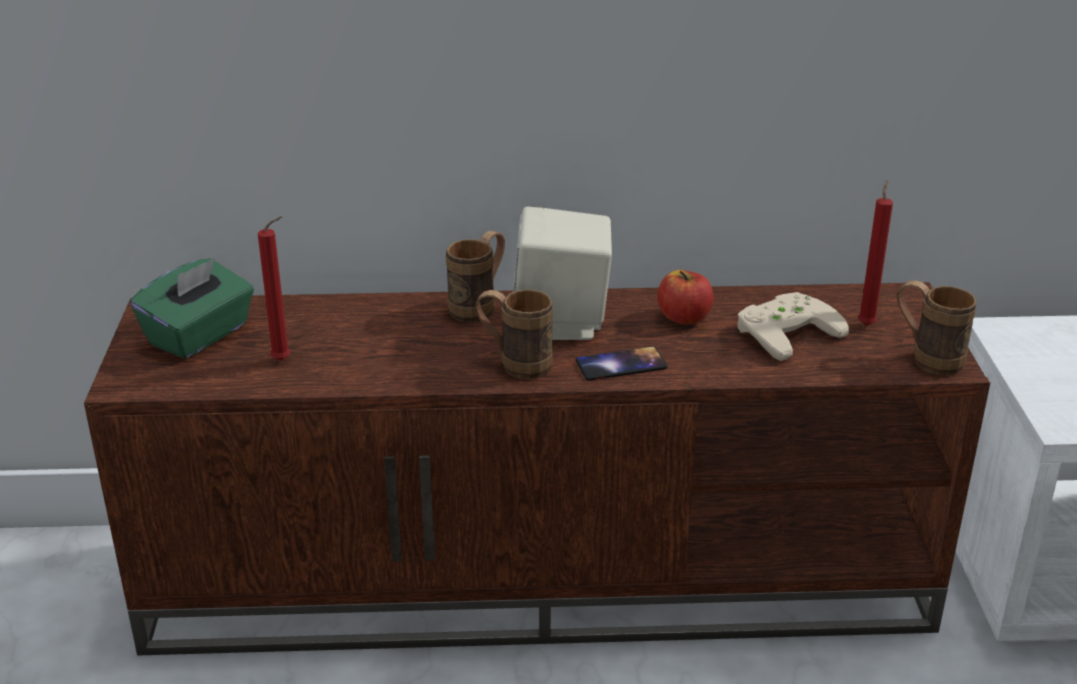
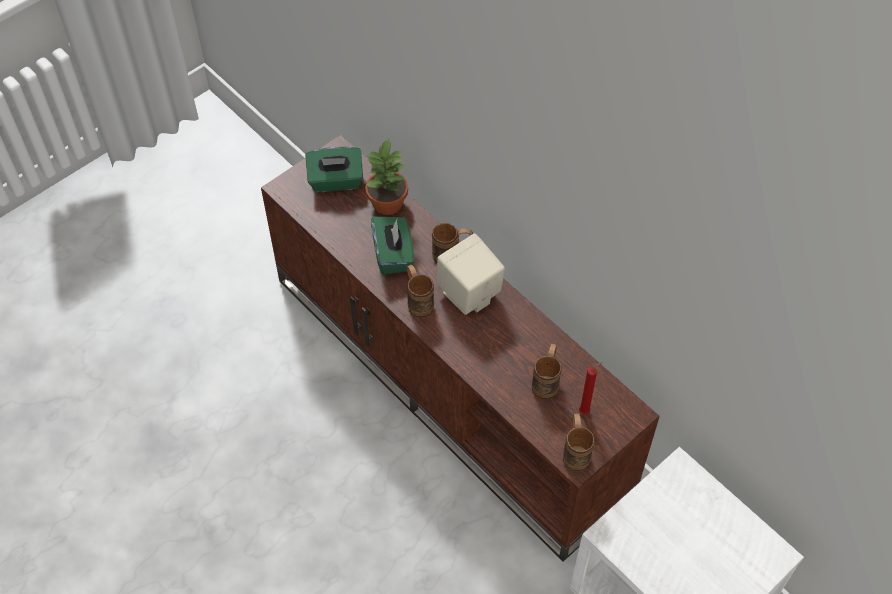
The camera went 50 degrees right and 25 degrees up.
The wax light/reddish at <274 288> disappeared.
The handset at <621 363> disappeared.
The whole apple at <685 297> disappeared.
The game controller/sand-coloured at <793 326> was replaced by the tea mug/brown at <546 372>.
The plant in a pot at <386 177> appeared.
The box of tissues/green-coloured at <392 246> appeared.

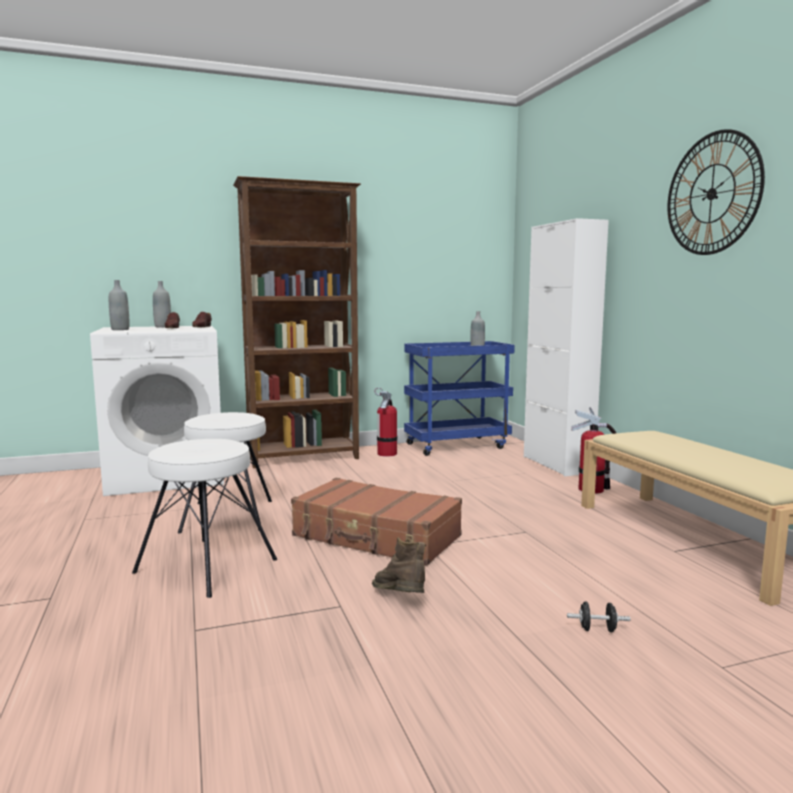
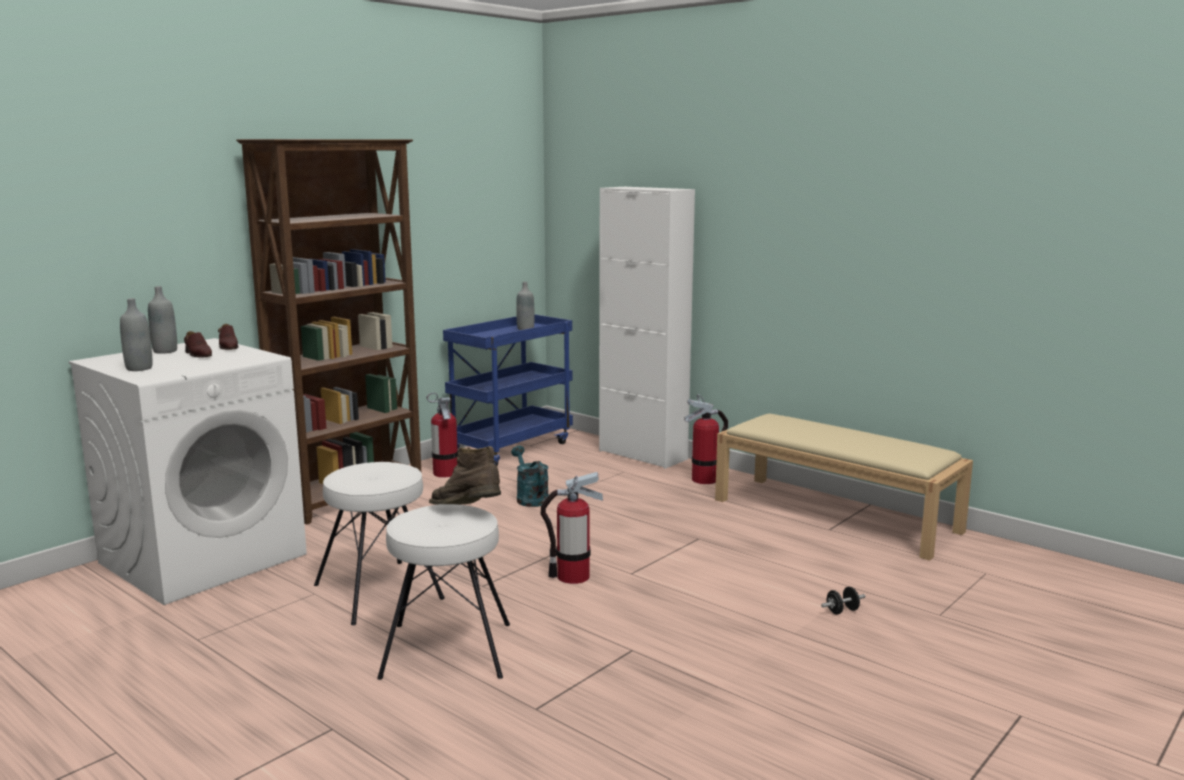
The camera went 30 degrees left and 5 degrees up.
The travel case/brown at <376 522> was replaced by the extinguisher at <572 528>.
The high-top boot/brown moved from <399 565> to <465 475>.
The clock on the wall at <716 192> disappeared.
The watering can/blue-green at <530 476> appeared.

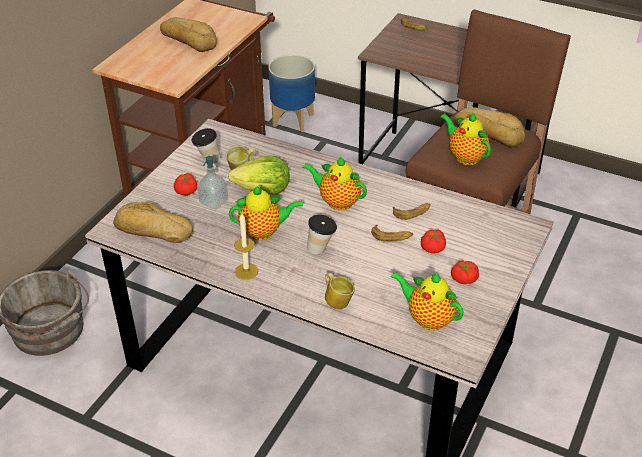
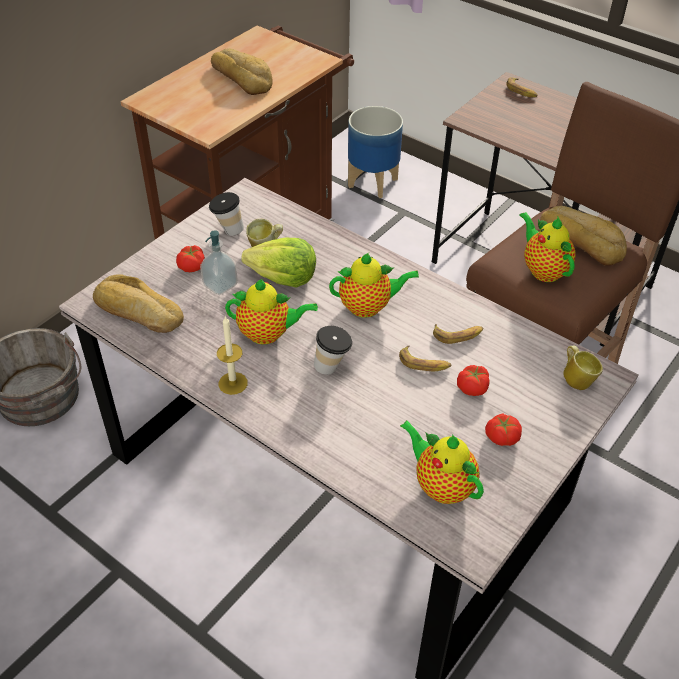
The camera went 10 degrees right and 5 degrees up.
The teapot at <334 184> turned 135 degrees clockwise.
The tea mug moved from <340 291> to <583 368>.

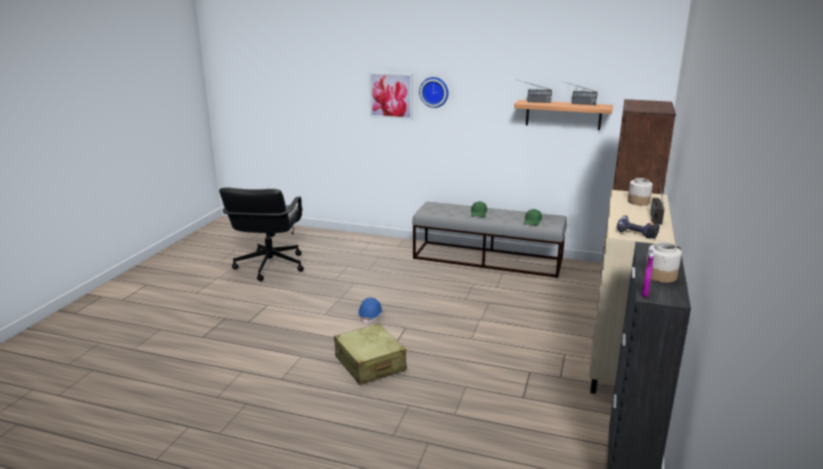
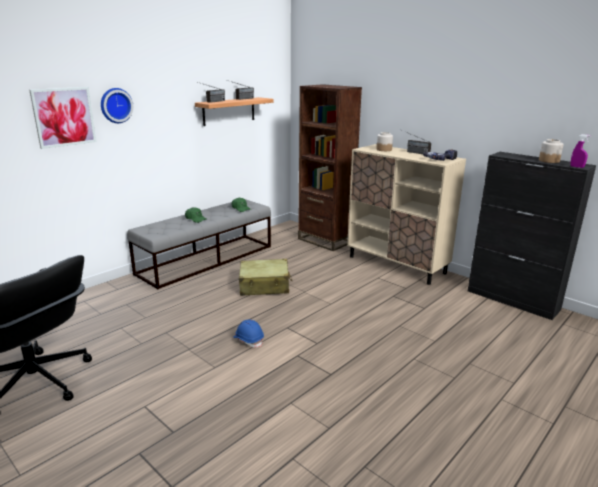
The camera went 65 degrees left and 0 degrees up.
The travel case/sand-coloured moved from <370 354> to <265 277>.

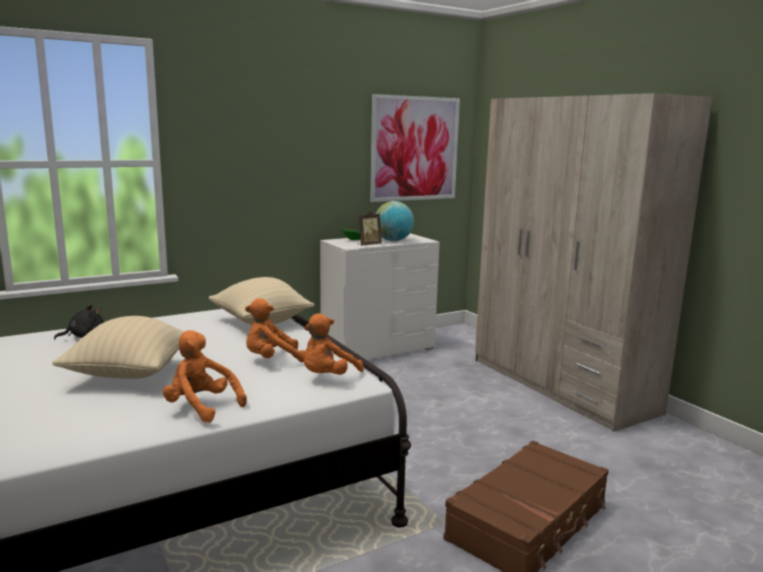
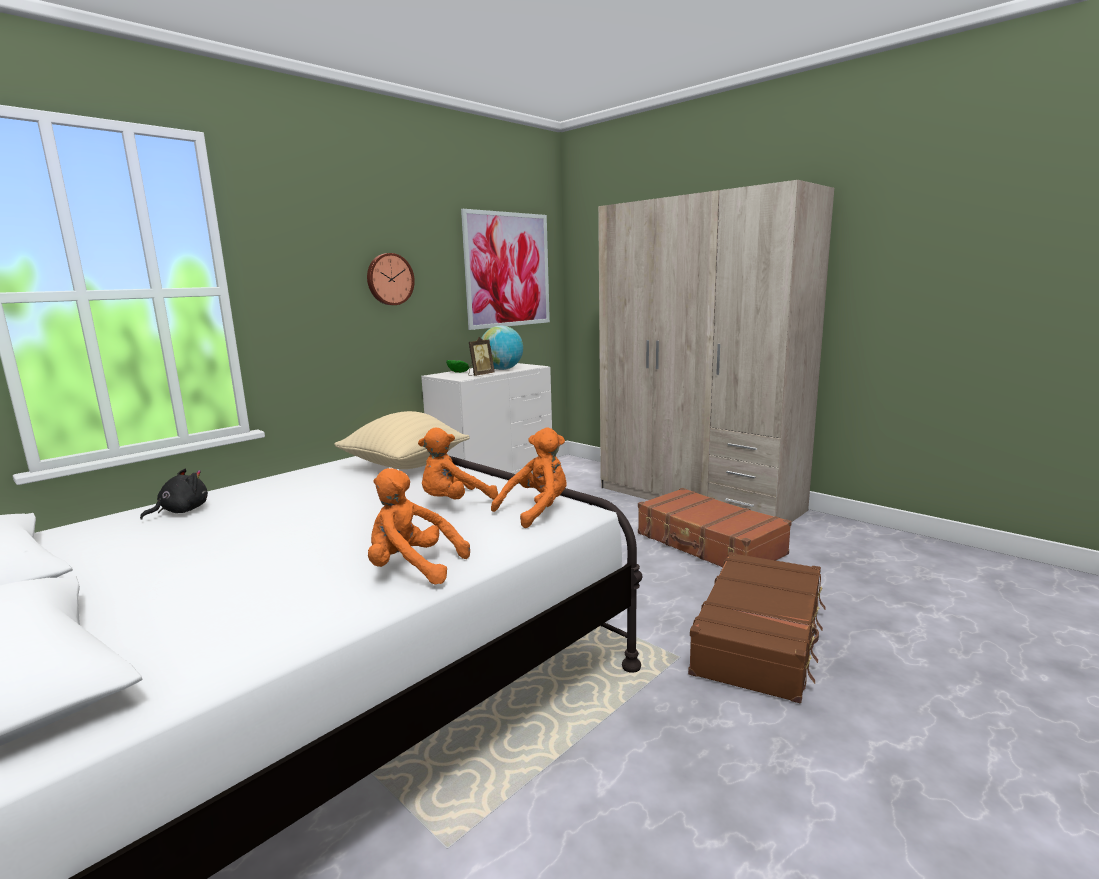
The camera went 15 degrees left and 0 degrees up.
The throw pillow/sand-coloured at <118 347> disappeared.
The plush toy/orangey at <334 344> turned 150 degrees counterclockwise.
The clock on the wall at <391 279> appeared.
The travel case/brown at <715 527> appeared.

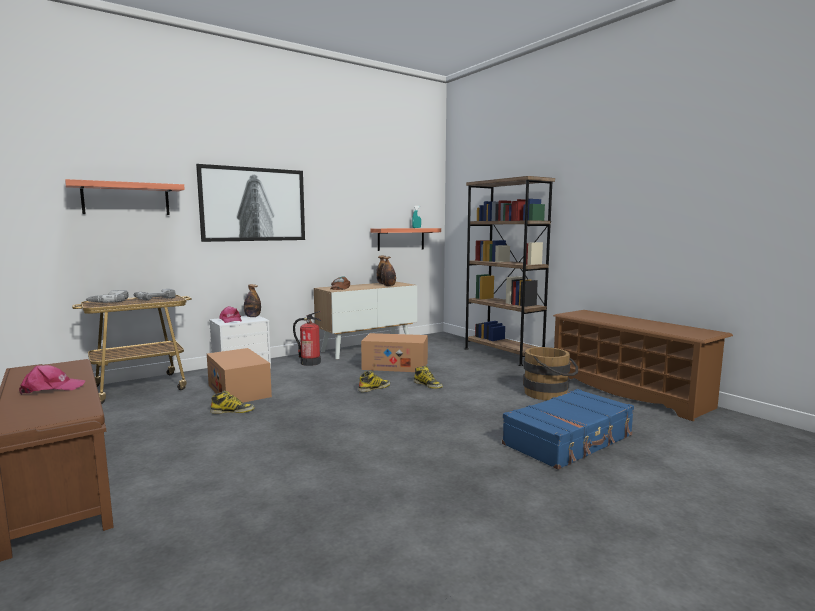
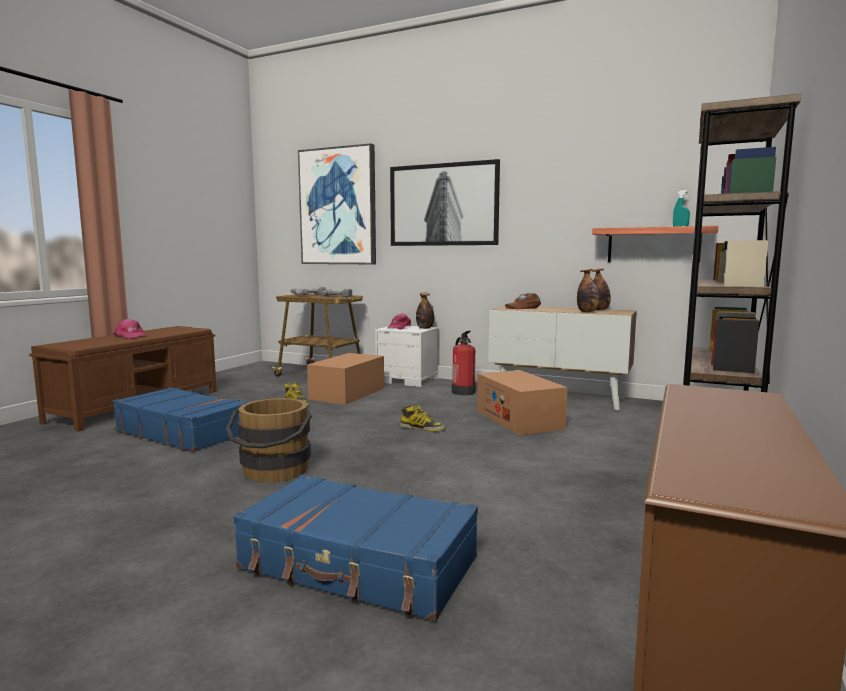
The camera went 60 degrees right and 0 degrees up.
The wall shelf at <125 197> was replaced by the wall picture at <337 203>.
The high-top boot at <428 377> disappeared.
The water bucket/brown moved from <550 373> to <269 440>.
The travel case/blue-coloured at <180 419> appeared.

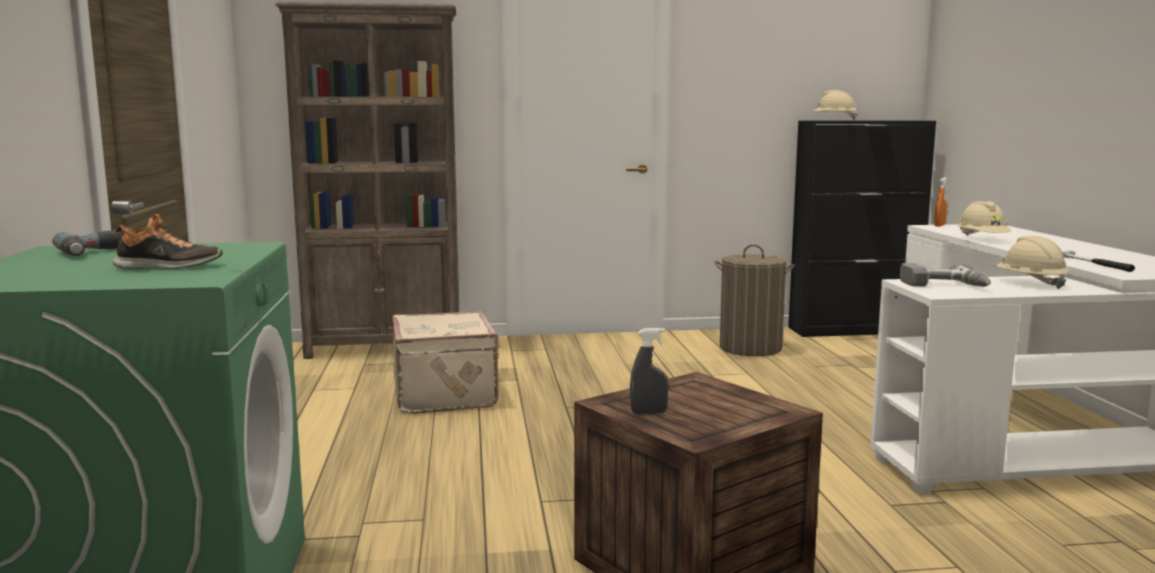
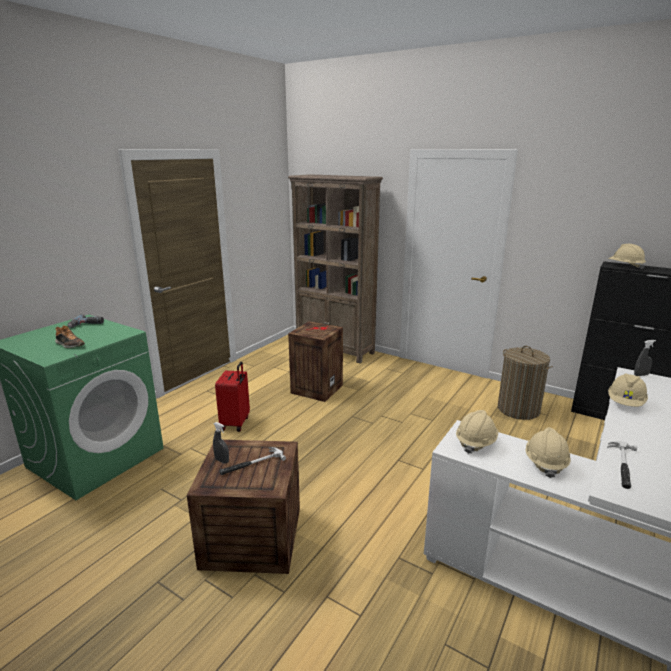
The camera went 40 degrees right and 10 degrees up.
The travel case/sand-coloured at <446 362> was replaced by the crate at <315 361>.
The power drill at <945 275> was replaced by the hard hat/sand-coloured at <477 432>.
The hand sprayer/orangey at <940 202> became the hand sprayer/greyish at <645 358>.
The travel case/reddish at <232 397> appeared.
The hand hammer at <252 461> appeared.

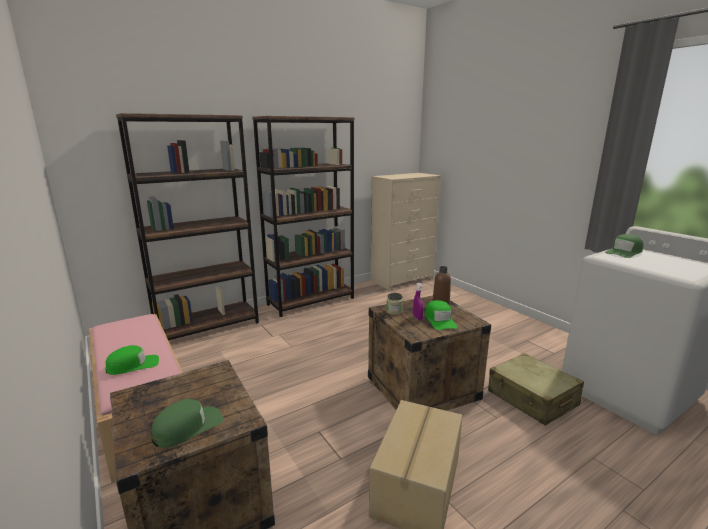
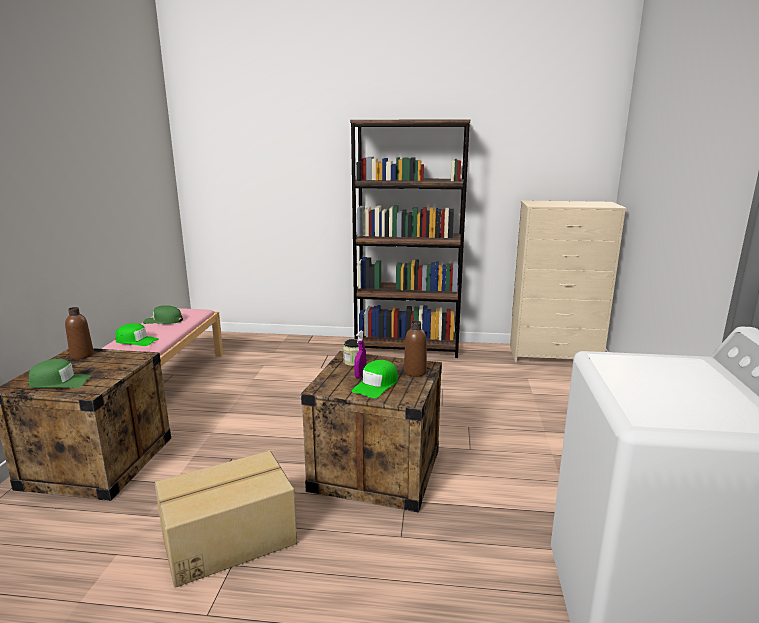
The camera went 40 degrees right and 0 degrees up.
The shelving unit/brown at <187 226> disappeared.
The travel case/sand-coloured at <536 389> disappeared.
The baseball cap/green-coloured moved from <624 246> to <163 314>.
The beverage bottle/brown at <79 333> appeared.

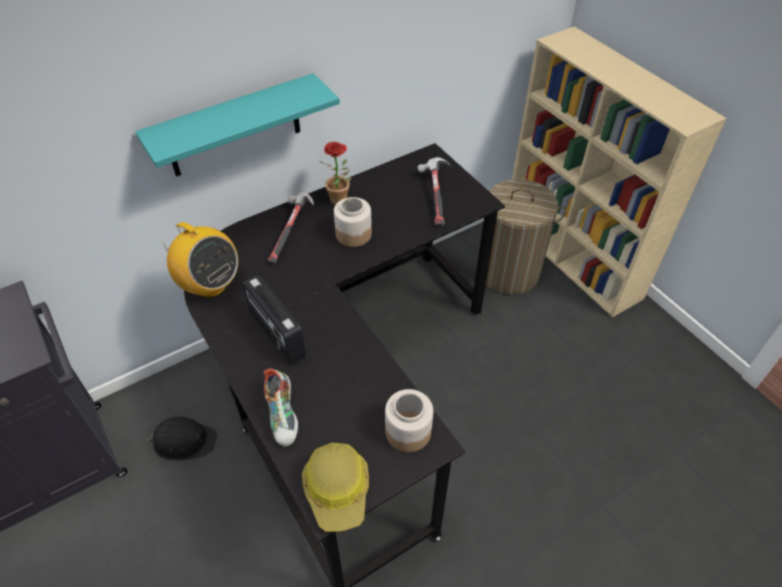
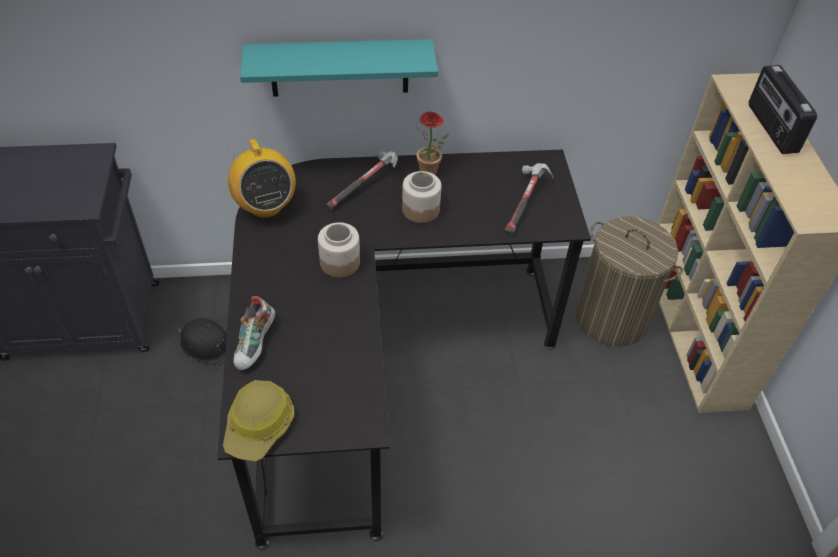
The camera went 25 degrees right and 0 degrees up.
The radio moved from <274 320> to <783 109>.
The storage jar moved from <409 420> to <339 250>.

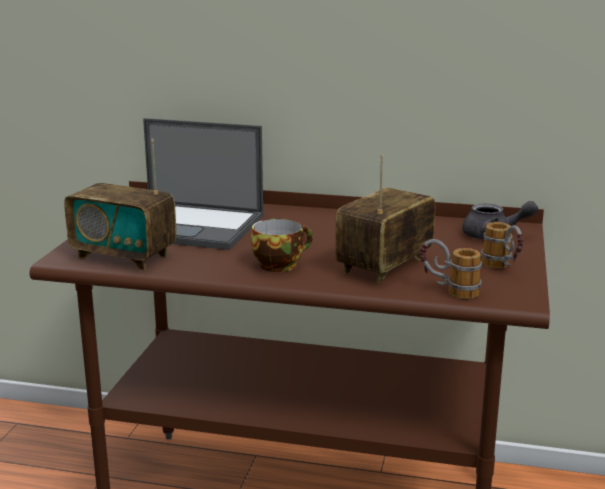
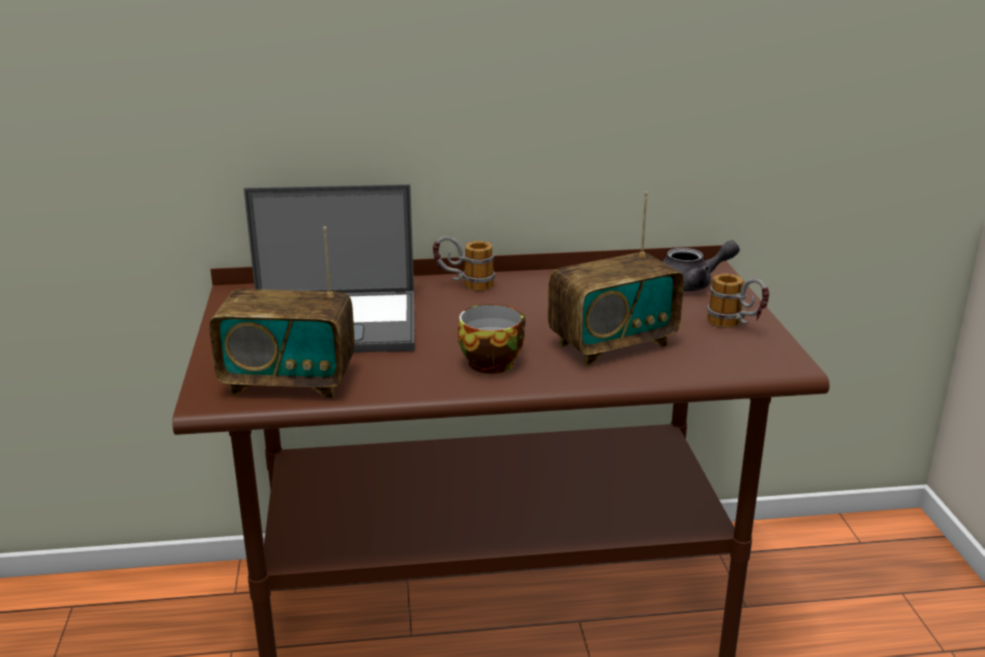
The camera went 20 degrees left and 5 degrees up.
The radio at <385 219> turned 135 degrees counterclockwise.
The tea mug moved from <451 269> to <464 263>.

